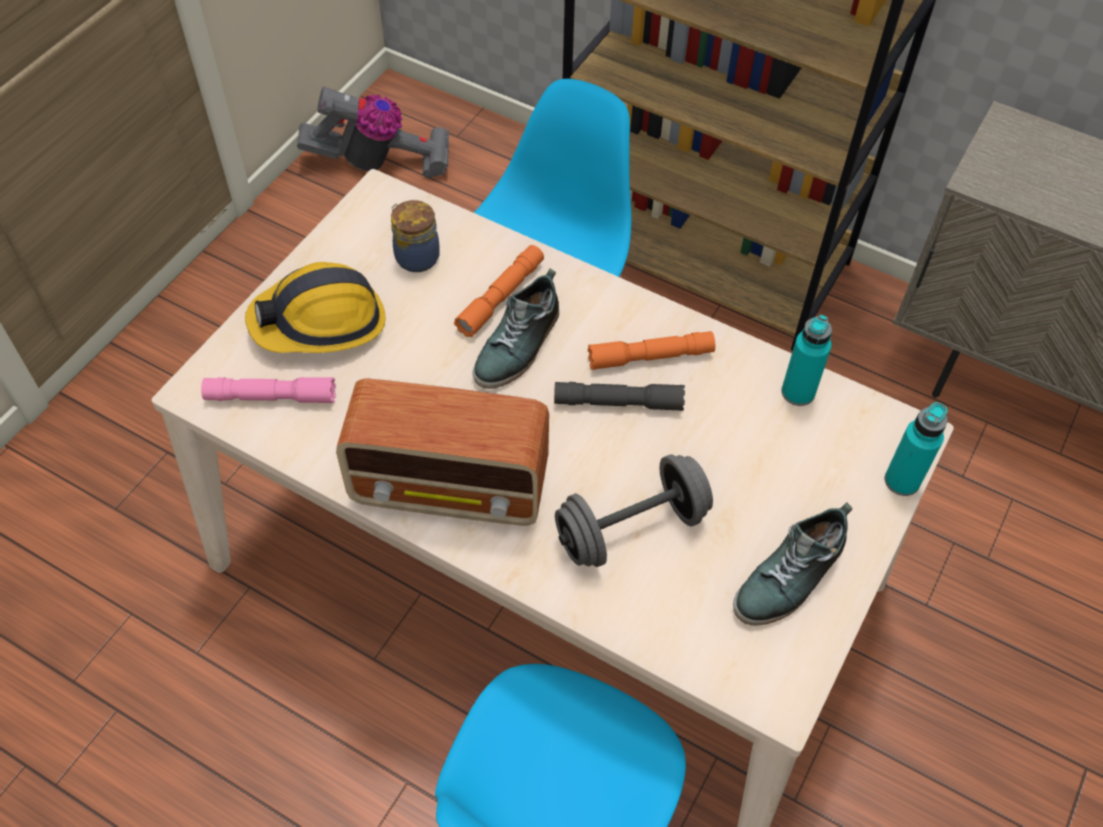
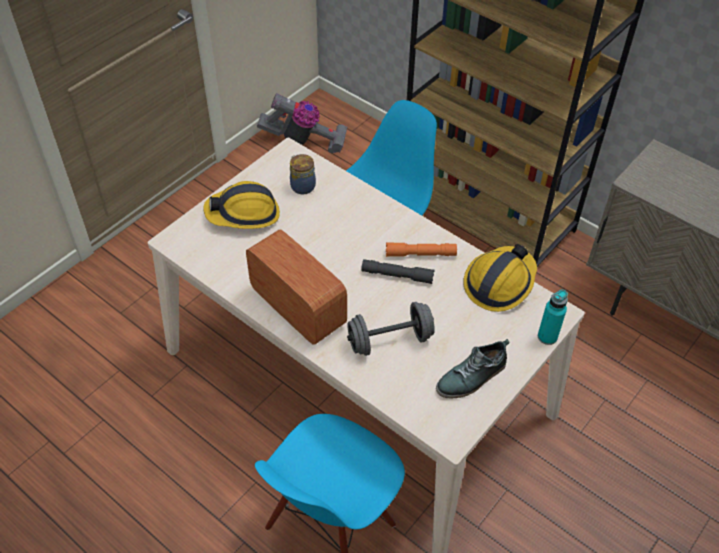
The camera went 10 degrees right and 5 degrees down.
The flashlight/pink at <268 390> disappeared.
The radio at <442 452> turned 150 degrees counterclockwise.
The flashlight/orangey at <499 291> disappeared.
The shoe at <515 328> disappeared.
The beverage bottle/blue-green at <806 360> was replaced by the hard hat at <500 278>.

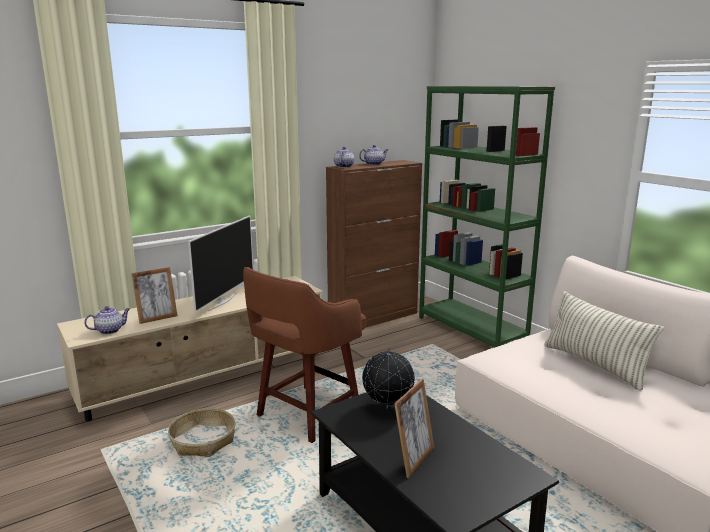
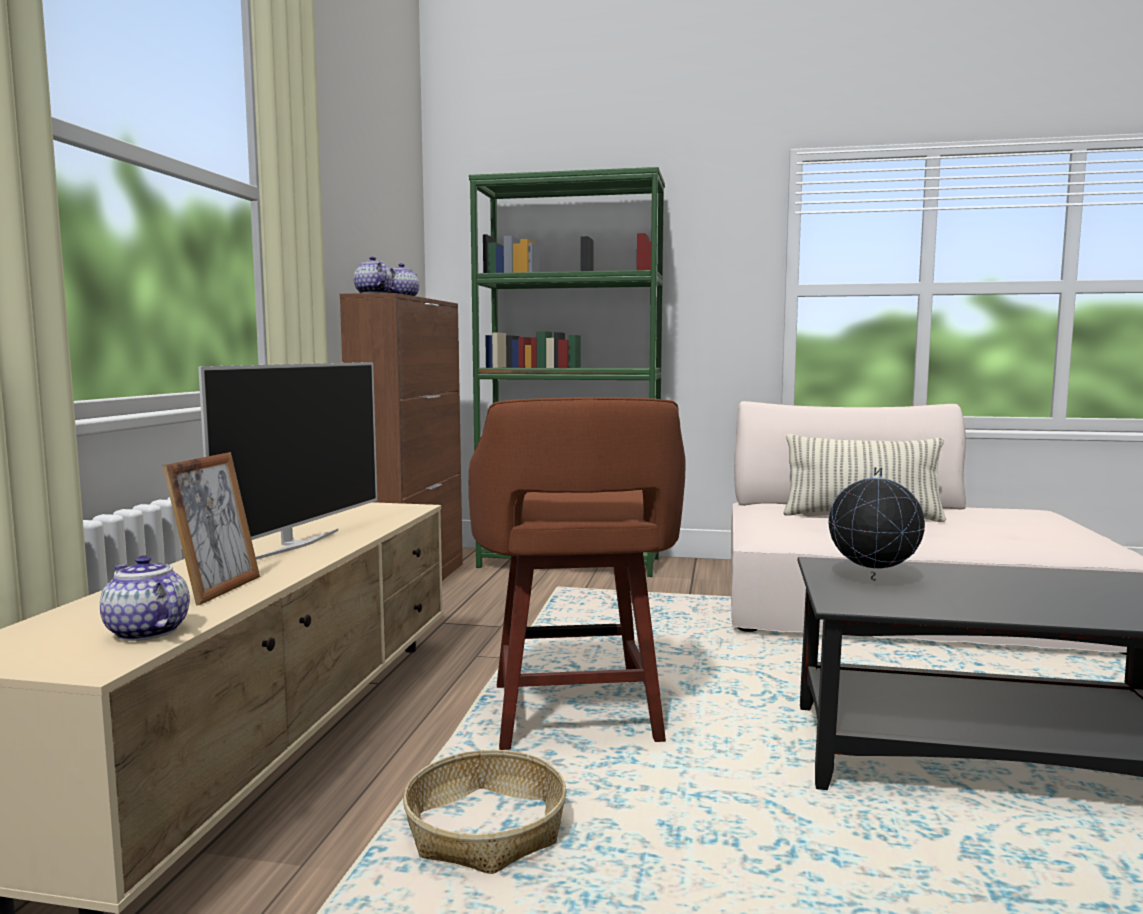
The camera went 45 degrees left and 10 degrees down.
The teapot at <107 320> turned 60 degrees counterclockwise.
The television at <220 263> turned 45 degrees clockwise.
The picture frame at <414 428> disappeared.

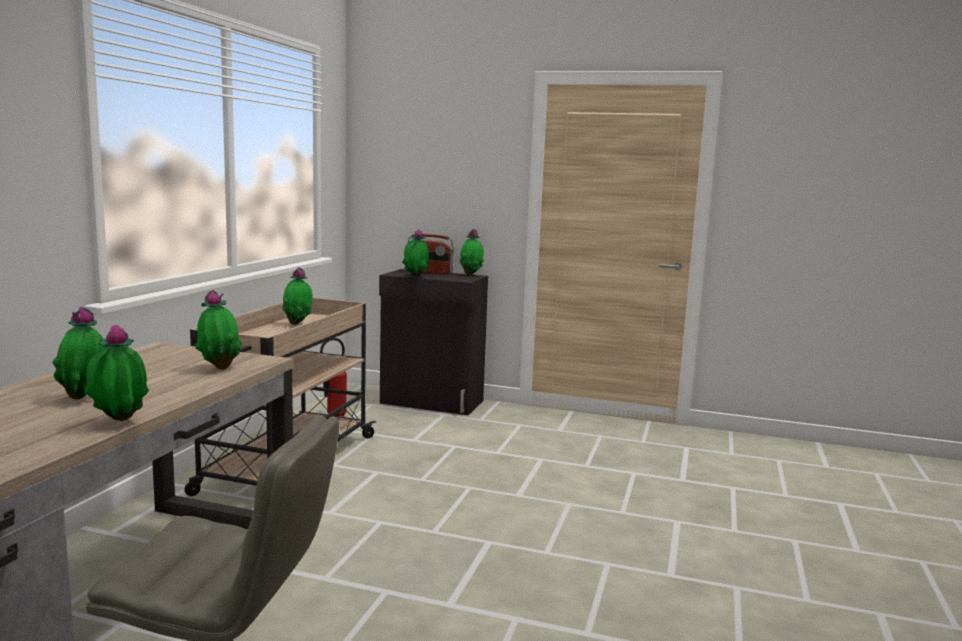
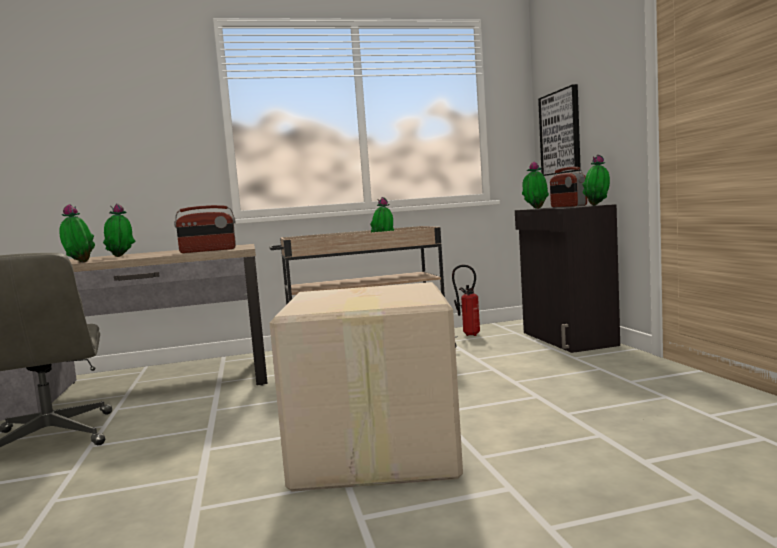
The camera went 60 degrees right and 5 degrees down.
The plant in a pot at <218 330> was replaced by the radio at <205 229>.
The carton at <366 387> appeared.
The wall picture at <559 130> appeared.

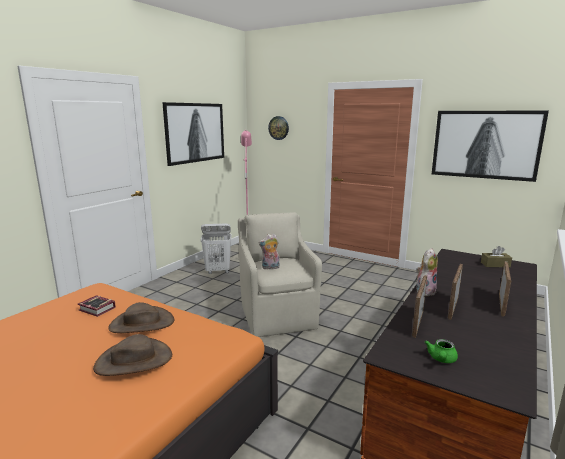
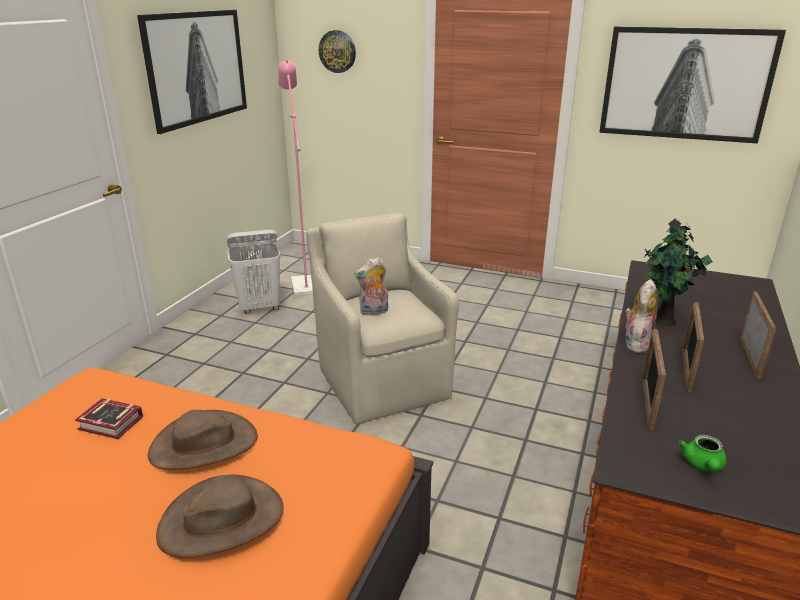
The camera went 10 degrees left and 10 degrees up.
The box of tissues/brown at <496 256> disappeared.
The plant in a pot at <678 272> appeared.

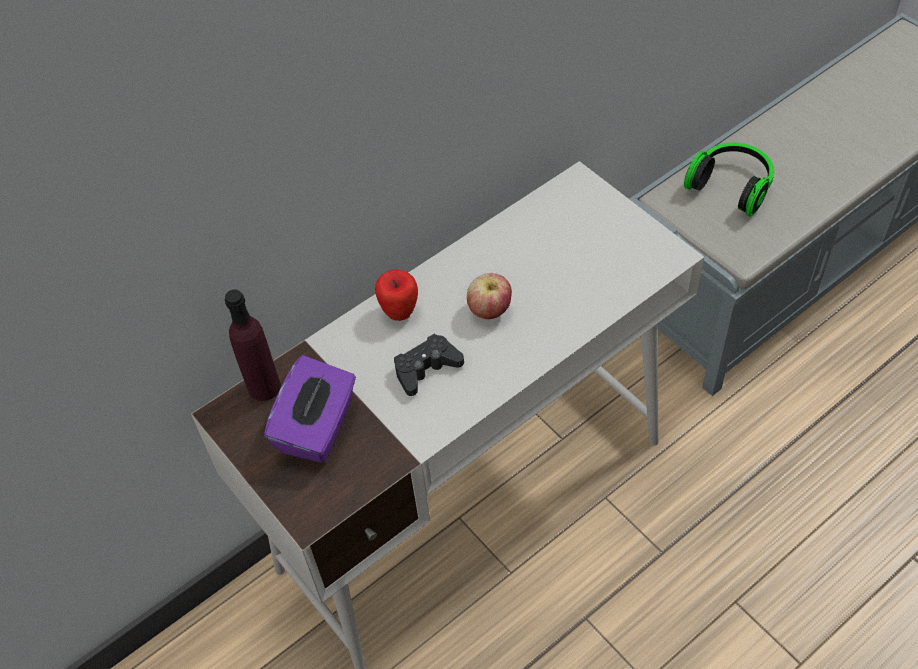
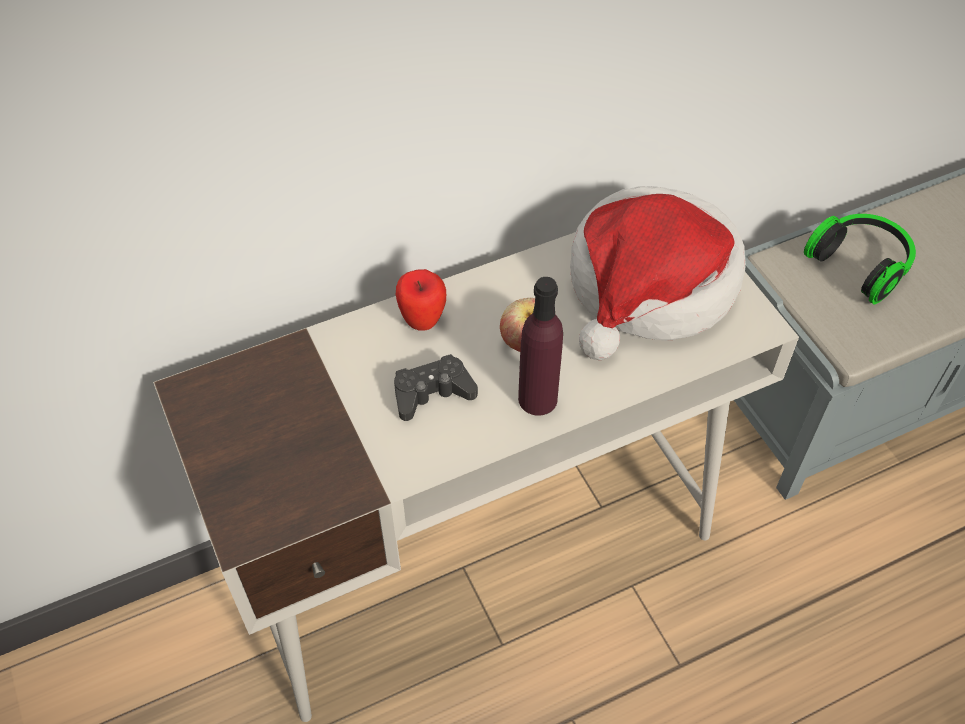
The camera went 10 degrees right and 0 degrees up.
The beverage bottle/purplish moved from <253 345> to <540 346>.
The box of tissues/purplish at <310 409> disappeared.
The clothing hat at <658 273> appeared.

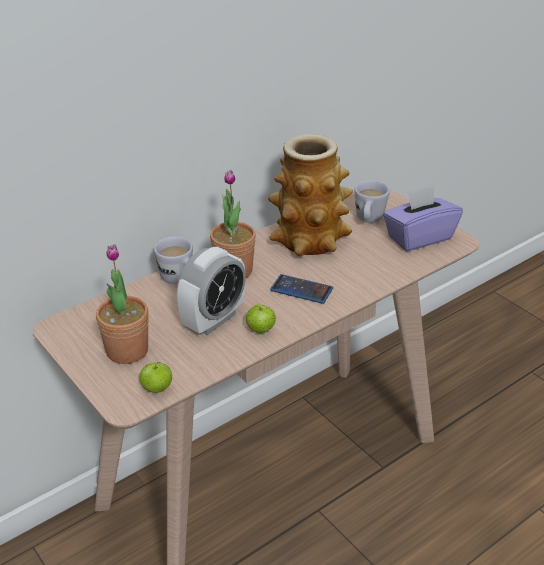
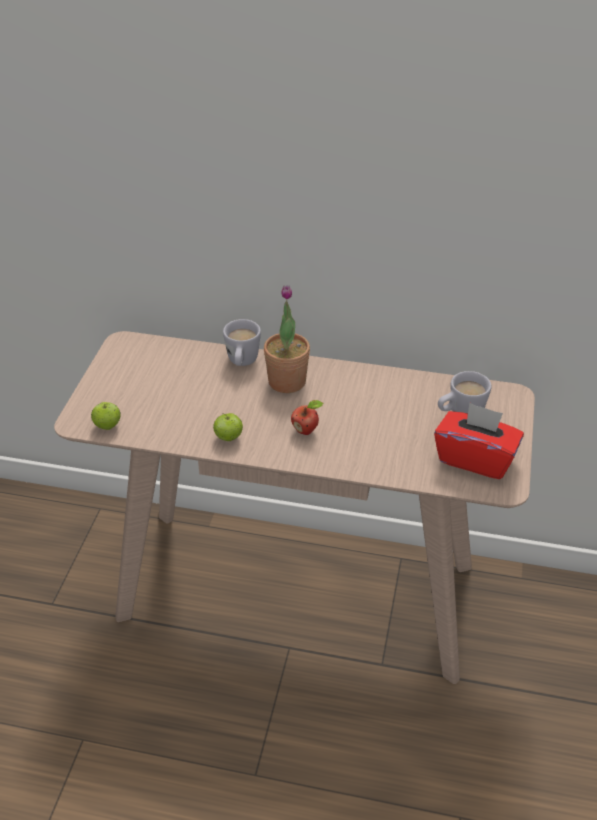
The camera went 50 degrees right and 5 degrees up.
The plant in a pot at <122 304> disappeared.
The alarm clock at <211 291> disappeared.
The vase at <310 195> disappeared.
The handset at <301 289> was replaced by the whole apple at <307 417>.
The box of tissues/purplish at <423 218> became the box of tissues/reddish at <479 440>.

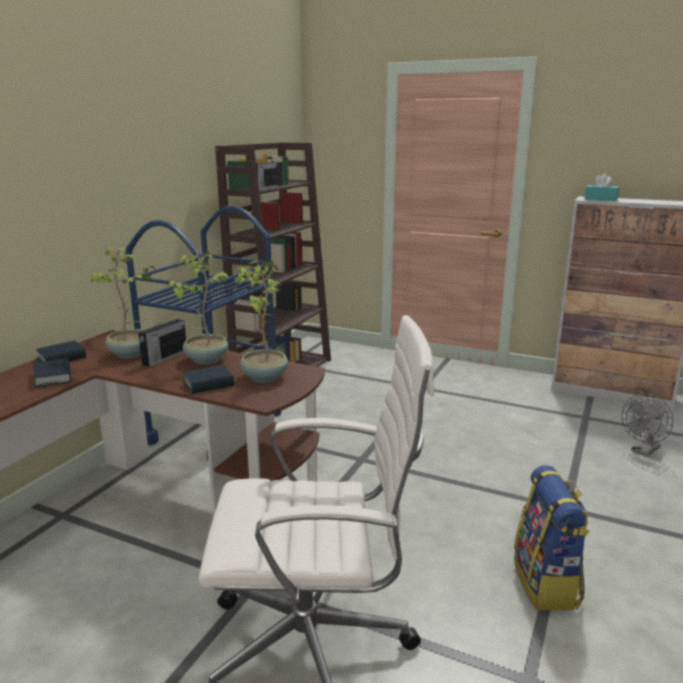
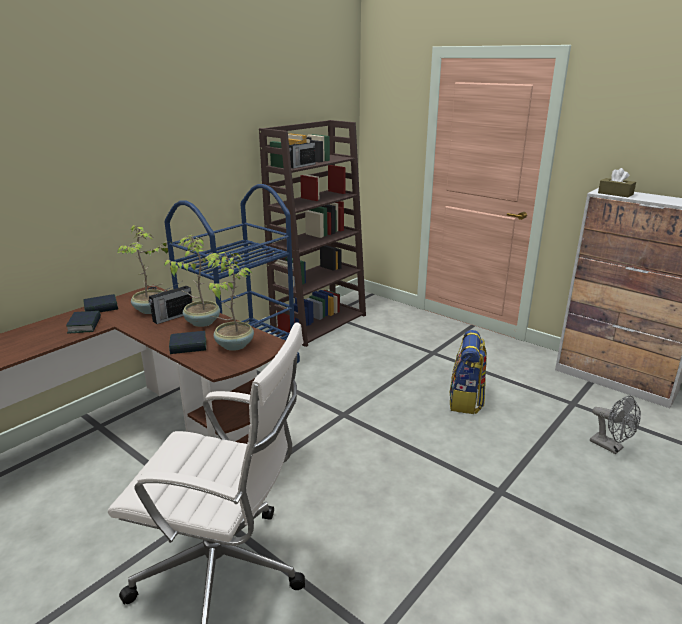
The camera went 15 degrees right and 5 degrees up.
The knapsack moved from <552 537> to <468 372>.
The box of tissues/blue-green at <601 187> became the box of tissues/brown at <617 182>.
The cooling fan/greyish at <647 425> turned 105 degrees counterclockwise.

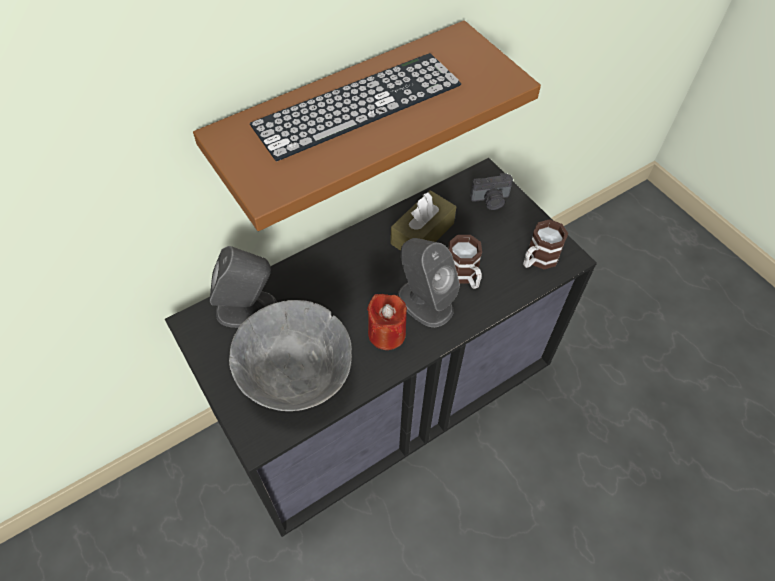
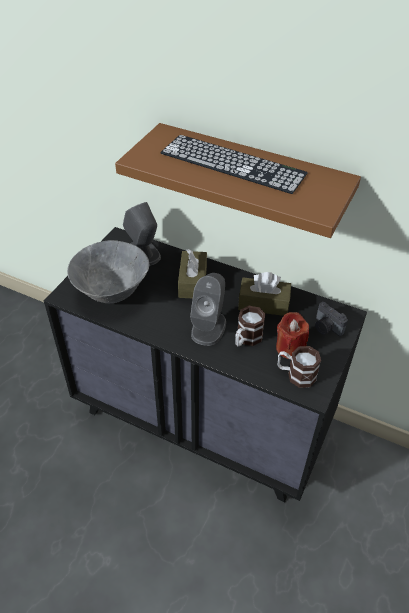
The camera went 60 degrees right and 10 degrees down.
The wax light/reddish moved from <387 322> to <292 335>.
The box of tissues/brown at <192 273> appeared.

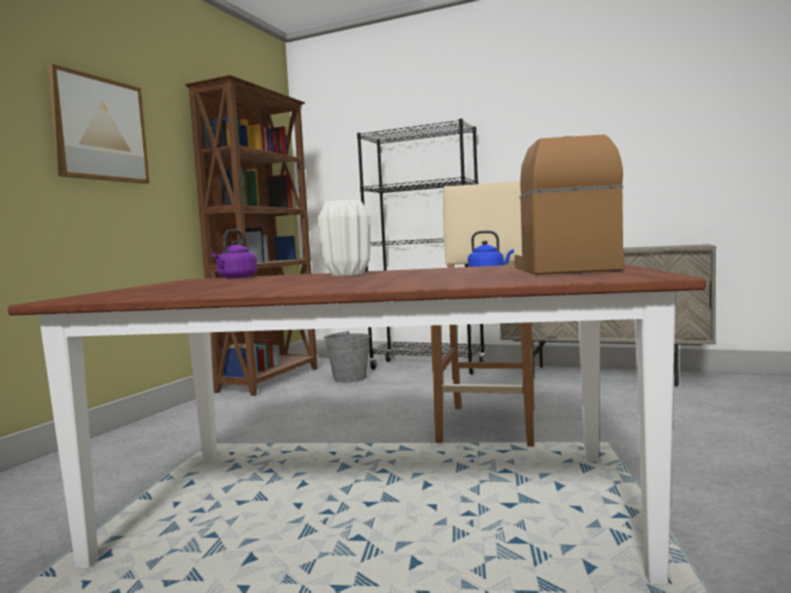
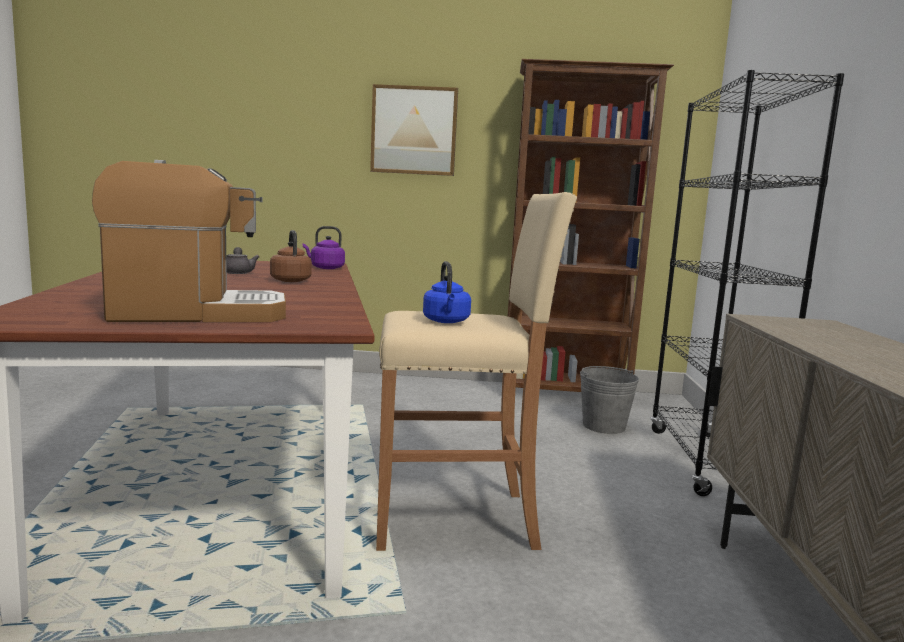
The camera went 70 degrees right and 5 degrees up.
The vase/whitish at <344 238> was replaced by the tea kettle/brown at <291 256>.
The teapot/greyish at <242 260> appeared.

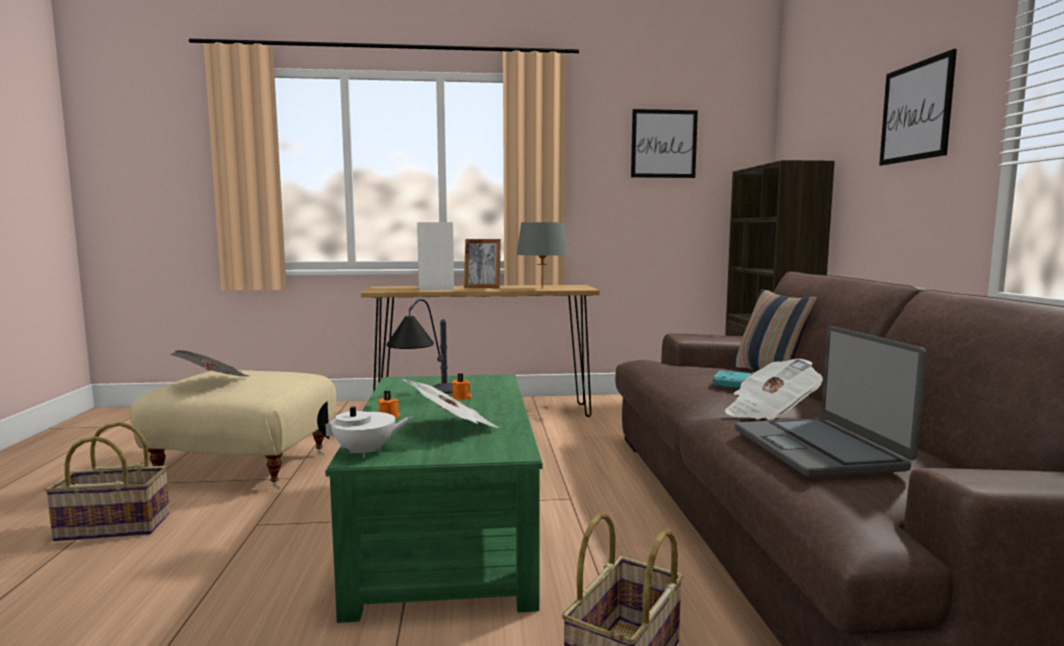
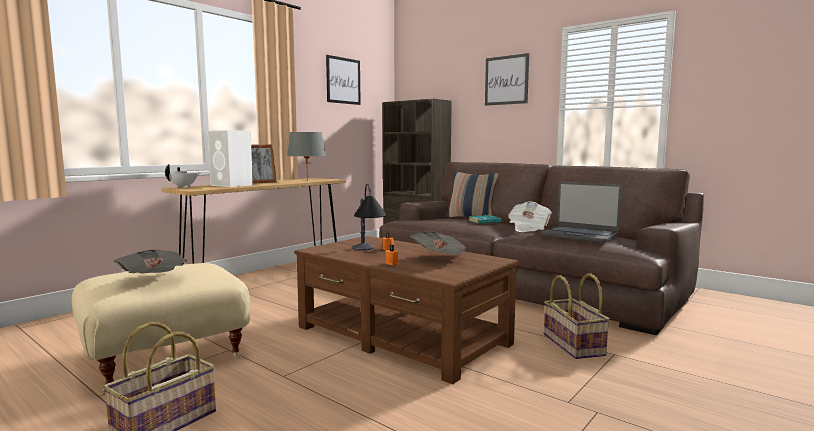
The camera went 45 degrees left and 0 degrees up.
The teapot/whitish moved from <365 429> to <183 176>.
The low table/green-coloured at <434 498> became the low table/brown at <406 310>.

